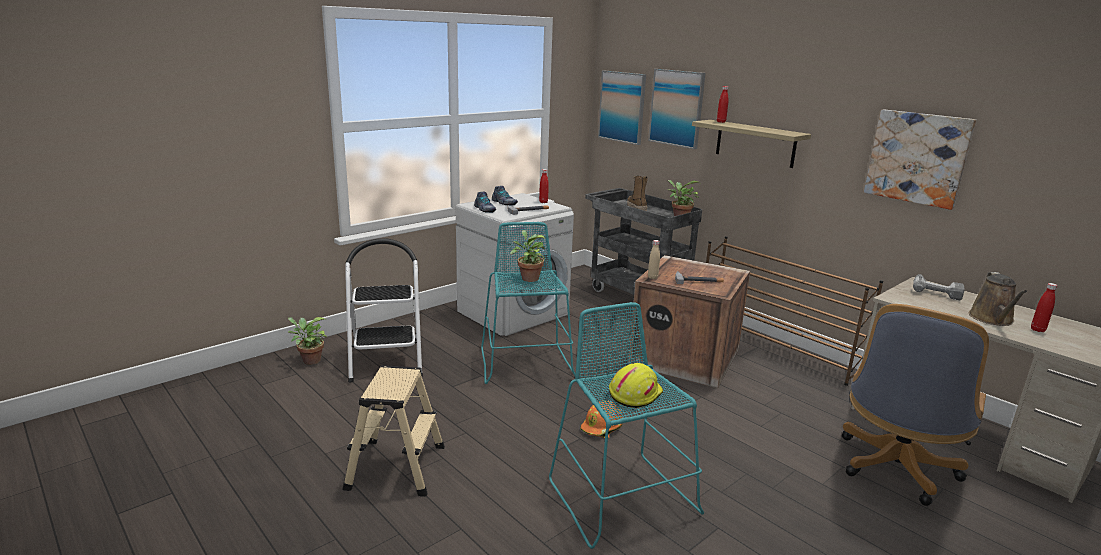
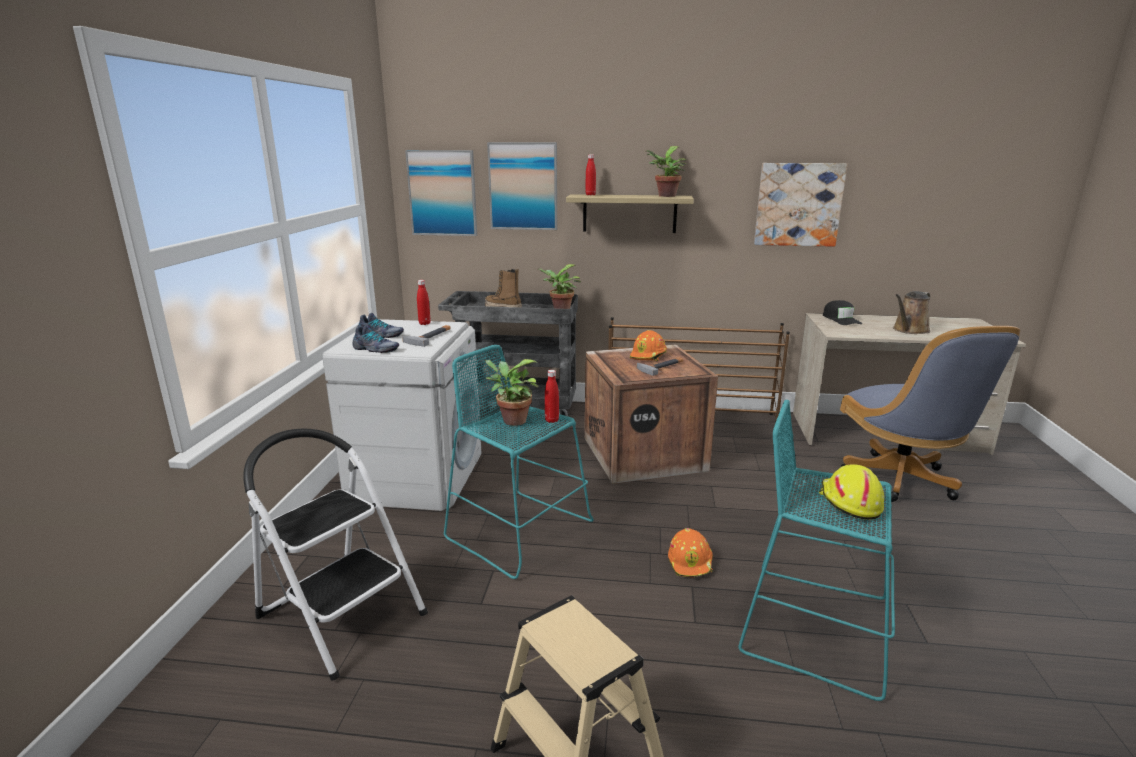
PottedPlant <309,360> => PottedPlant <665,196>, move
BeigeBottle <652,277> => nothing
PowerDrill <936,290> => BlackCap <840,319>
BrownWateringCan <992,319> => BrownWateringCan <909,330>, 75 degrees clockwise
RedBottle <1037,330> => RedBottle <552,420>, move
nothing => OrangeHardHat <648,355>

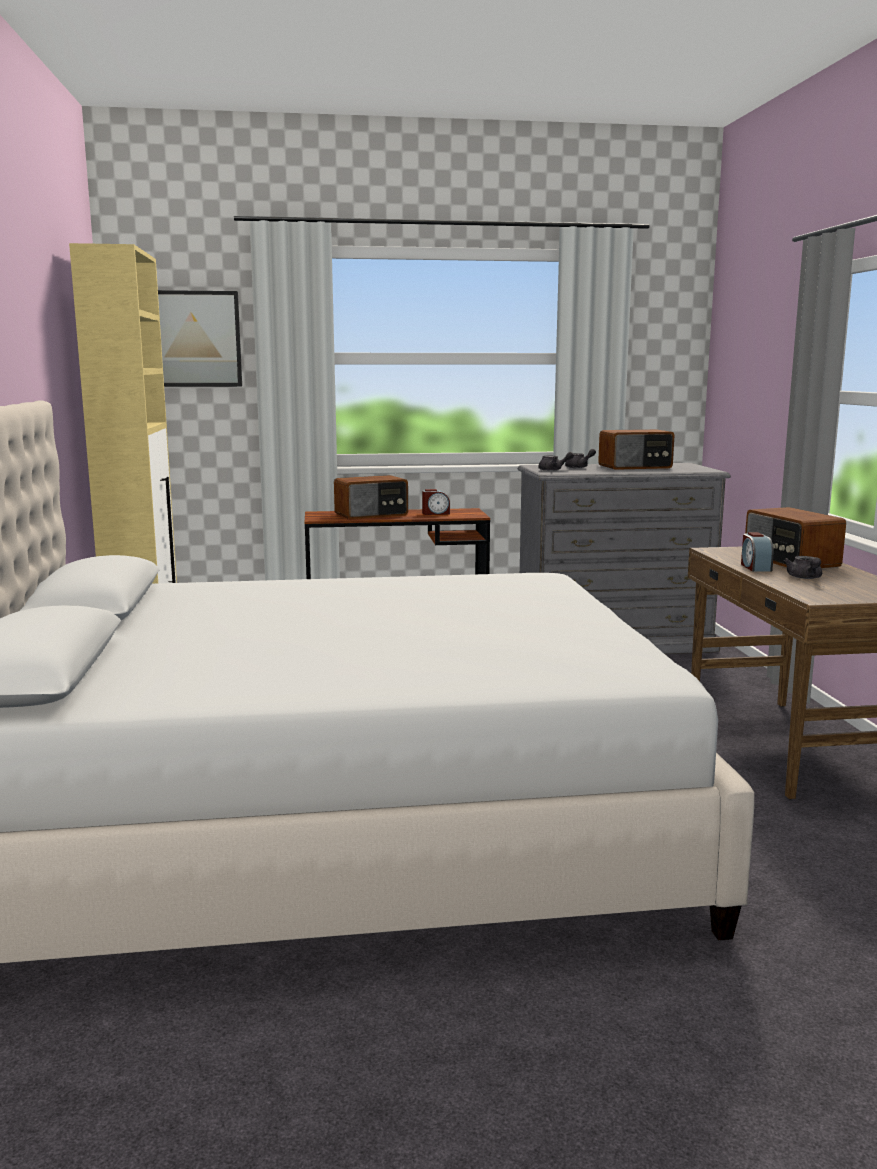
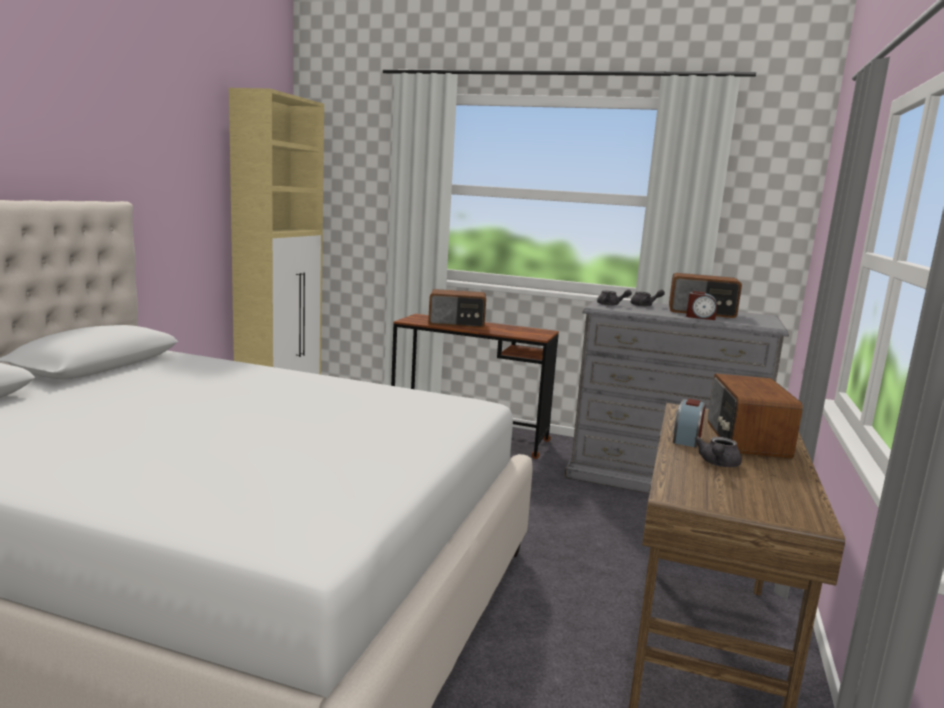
Picture <192,339> => nothing
AlarmClock <435,513> => AlarmClock <700,317>, move

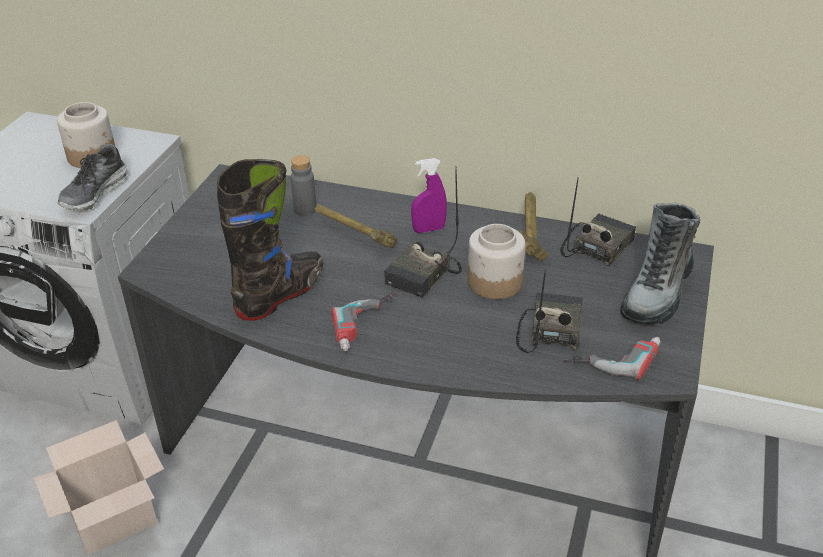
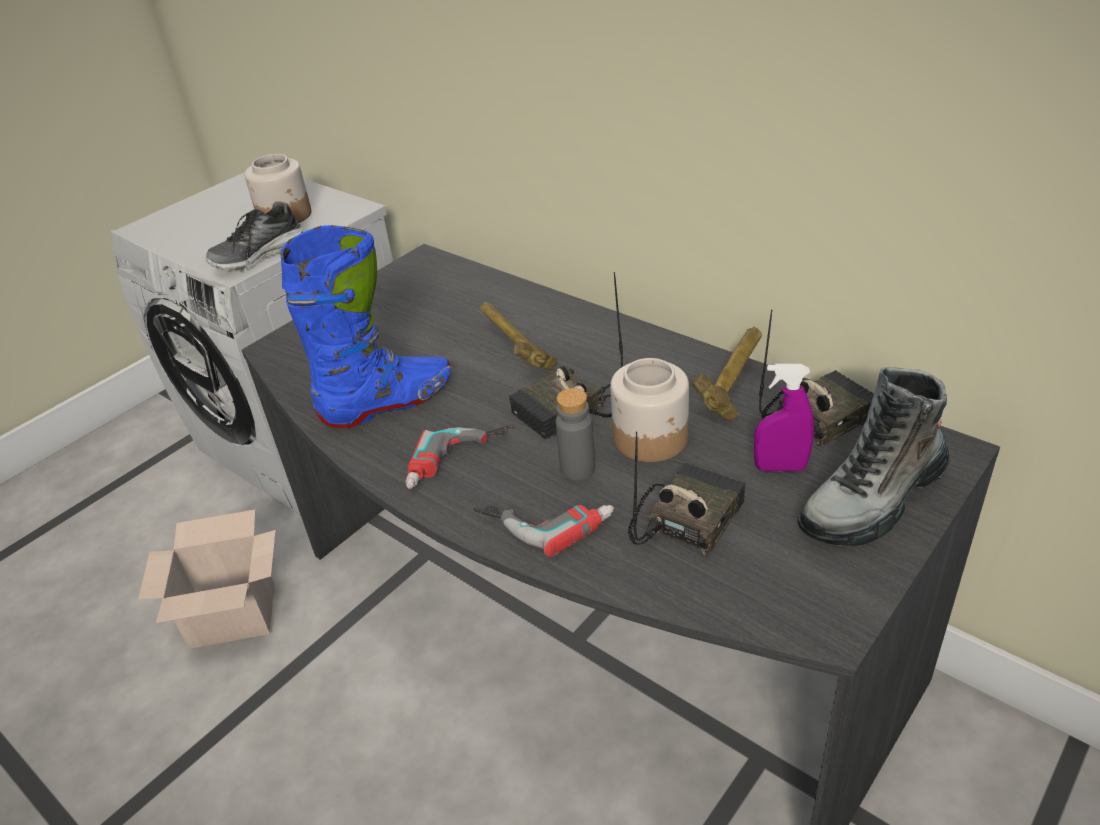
BlackBoot <281,294> => BlueBoot <388,403>
GreyBottle <305,210> => GreyBottle <577,468>, move
PurpleSprayBottle <428,229> => PurpleSprayBottle <780,467>, move
PowerDrill <613,356> => PowerDrill <545,517>, move

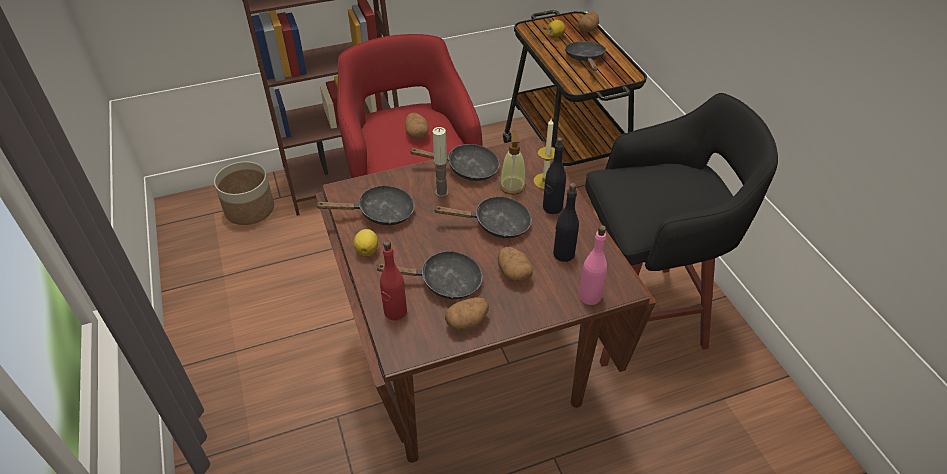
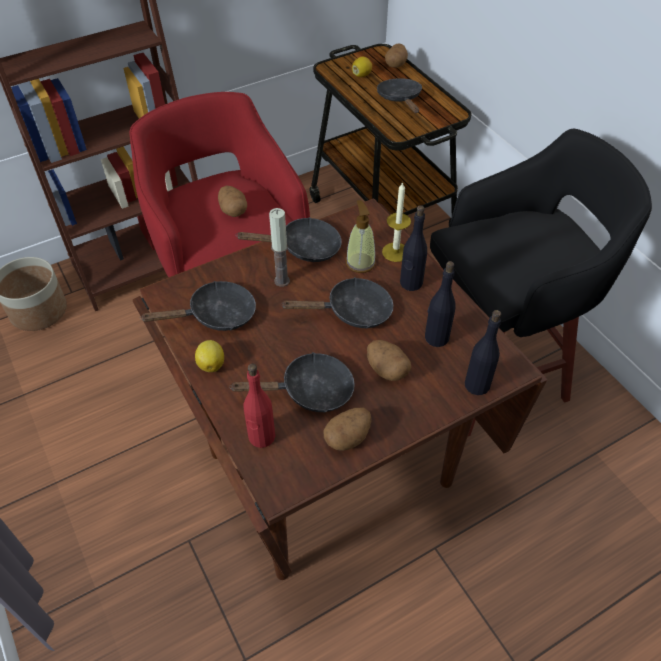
PinkBottle <590,296> => BlackBottle <477,384>

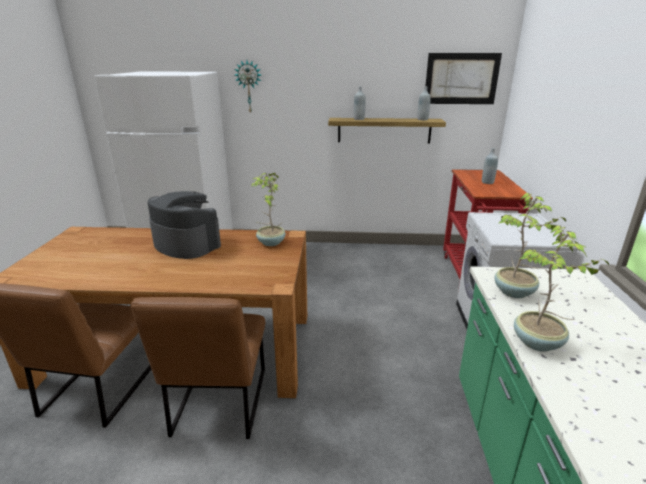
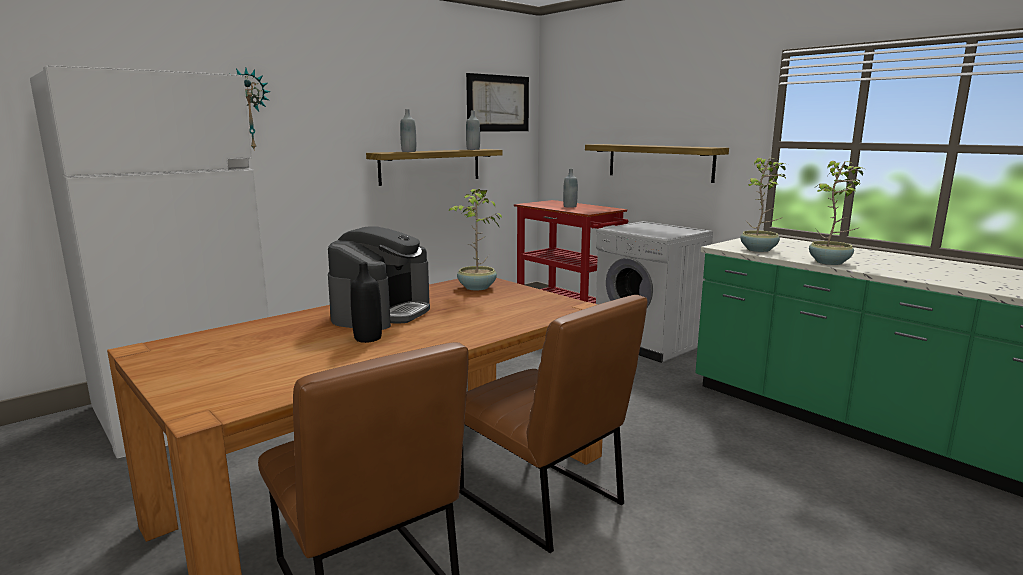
CoffeeMachine <186,244> => CoffeeMachine <382,312>, 120 degrees clockwise
nothing => BlackBottle <368,338>
nothing => Shelf <659,162>

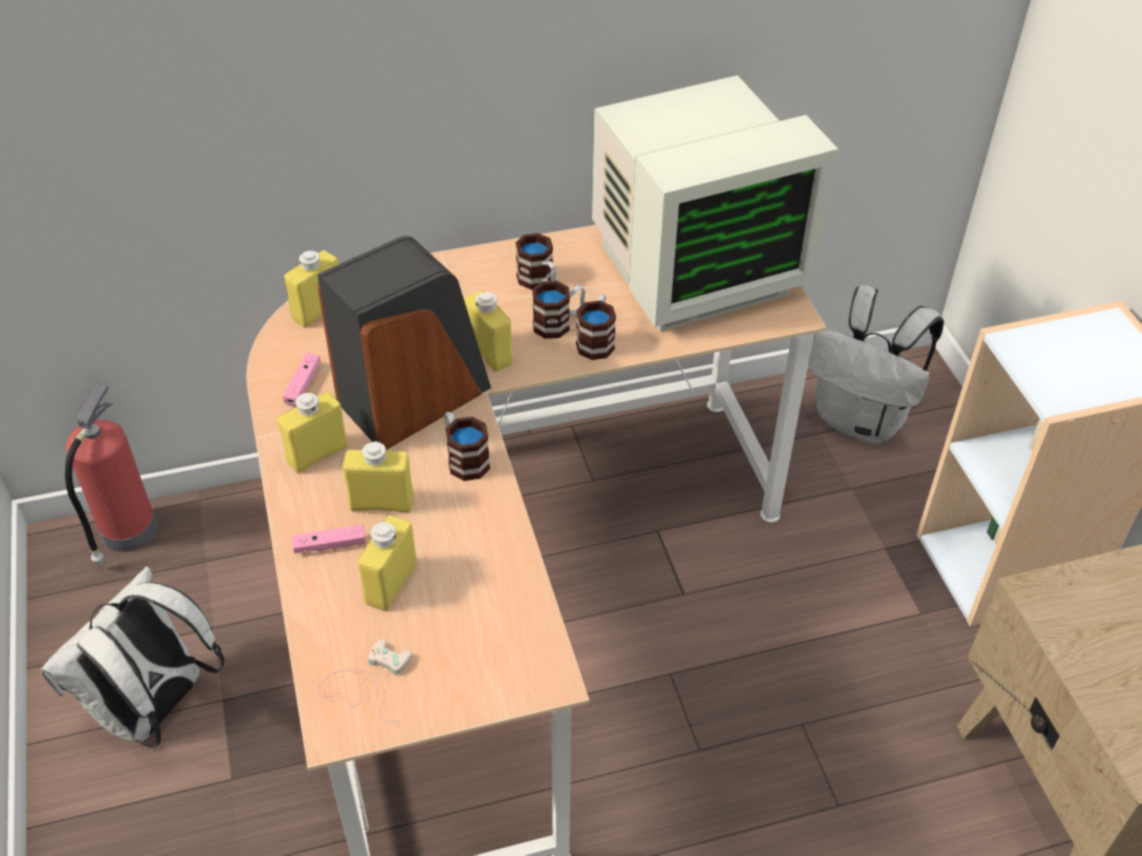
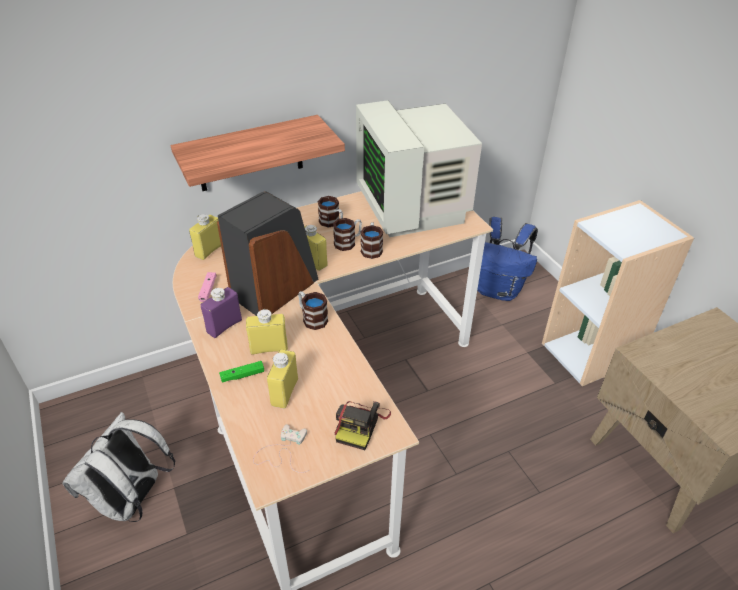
FireExtinguisher <127,532> => nothing
YellowBottle <317,454> => PurpleBottle <224,326>
PinkGameController <330,545> => GreenGameController <242,375>
Monitor <693,268> => Monitor <414,208>, 105 degrees clockwise
WhiteBackpack <861,421> => BlueBackpack <498,290>
nothing => Shelf <250,154>
nothing => PhotoCamera <361,424>

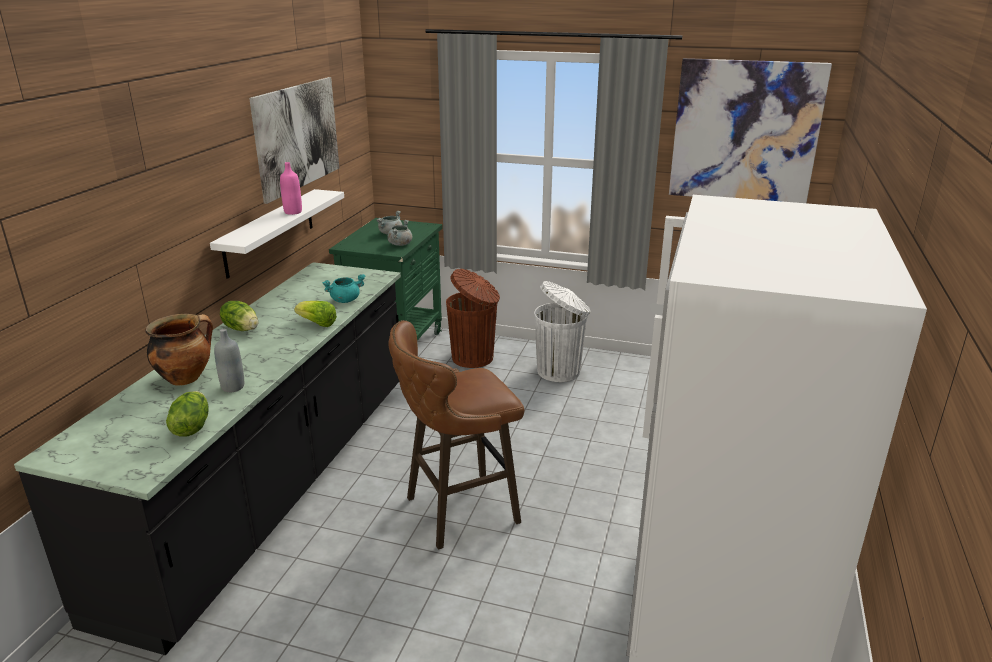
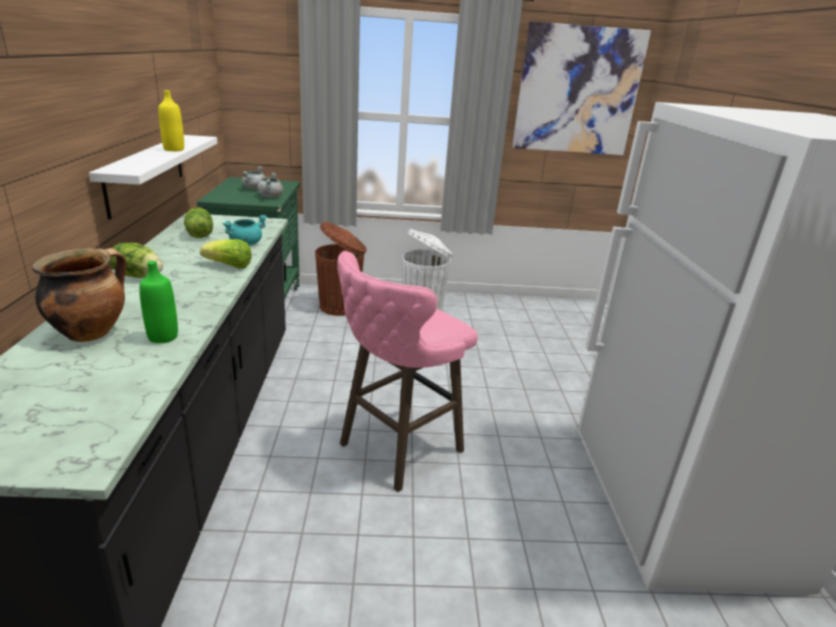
Lettuce <191,427> => Lettuce <199,235>, move
GreyBottle <233,387> => GreenBottle <163,337>
Picture <297,136> => nothing
PinkBottle <293,212> => YellowBottle <174,149>
BrownStool <457,511> => PinkStool <397,450>

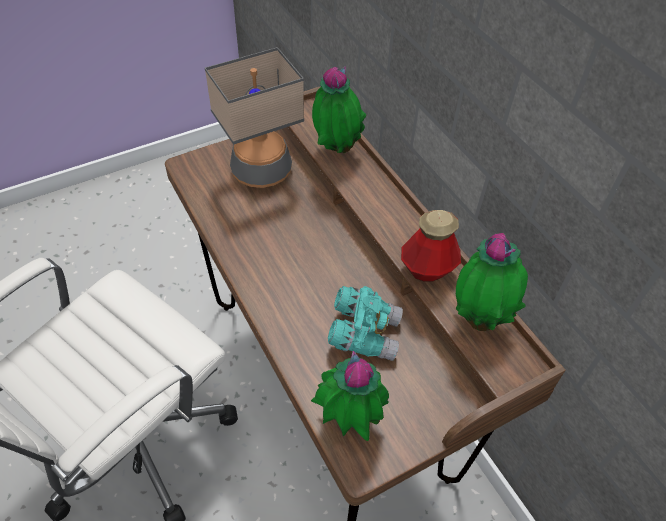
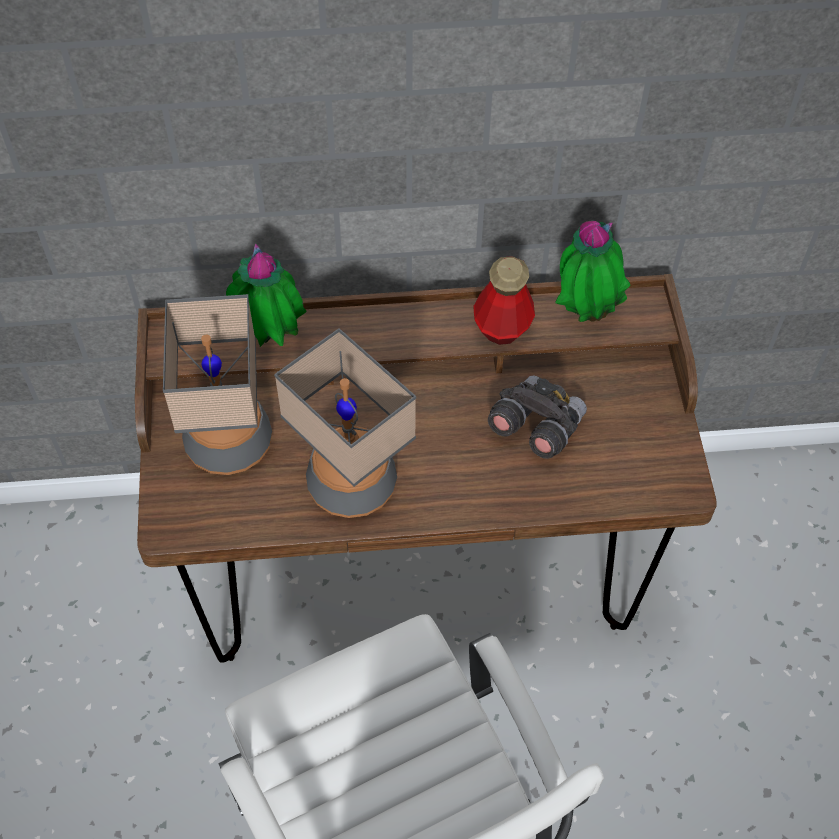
PottedPlant <348,423> => nothing
TurquoiseBinoculars <364,333> => GreyBinoculars <535,427>
nothing => TableLamp <352,483>

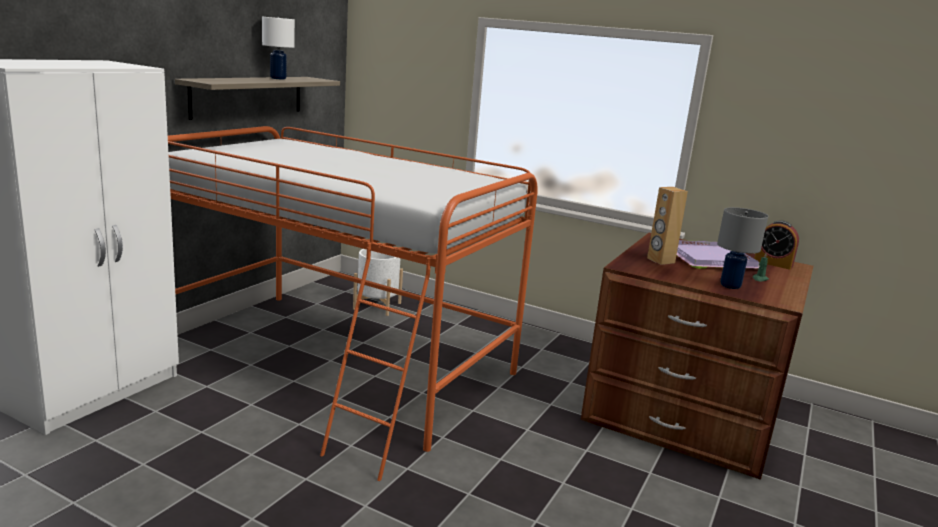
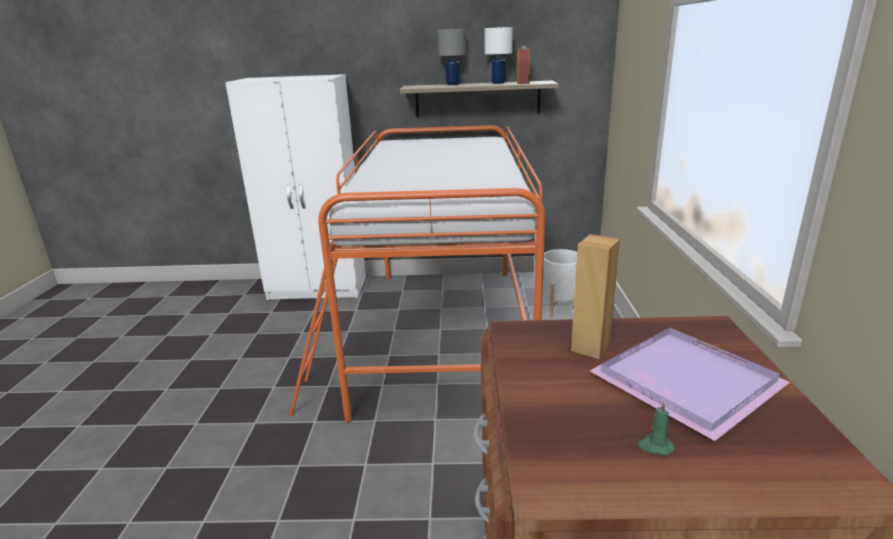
GreyTableLamp <730,285> => GreyTableLamp <453,84>, move
AlarmClock <773,263> => AlarmClock <523,83>, move

